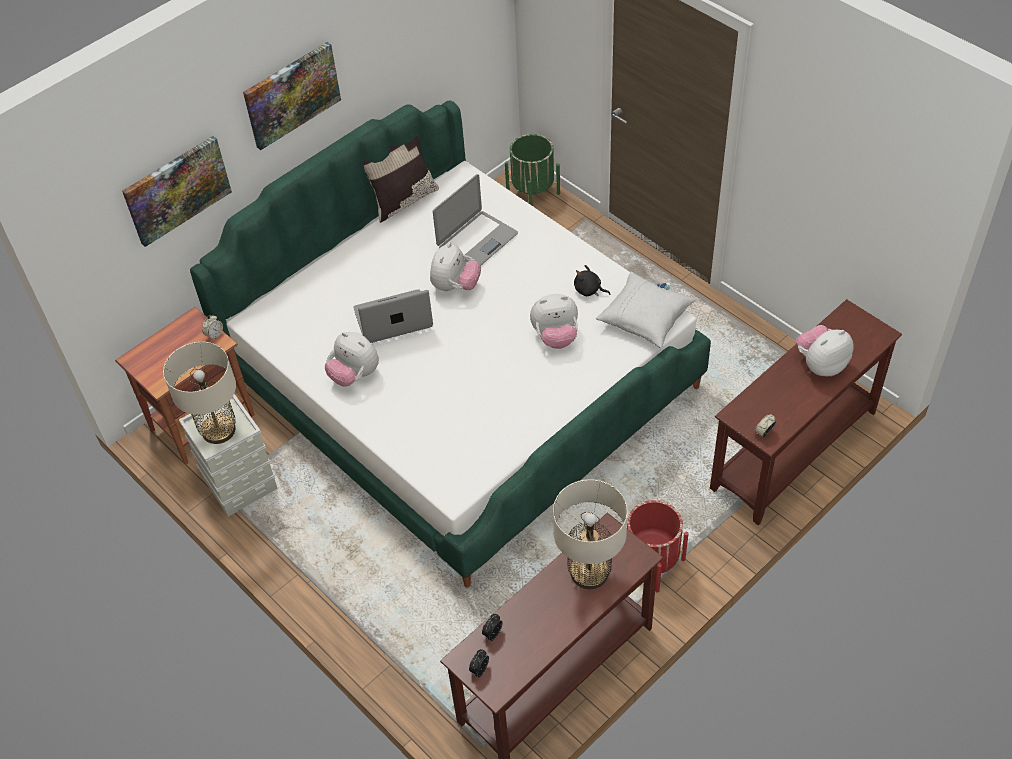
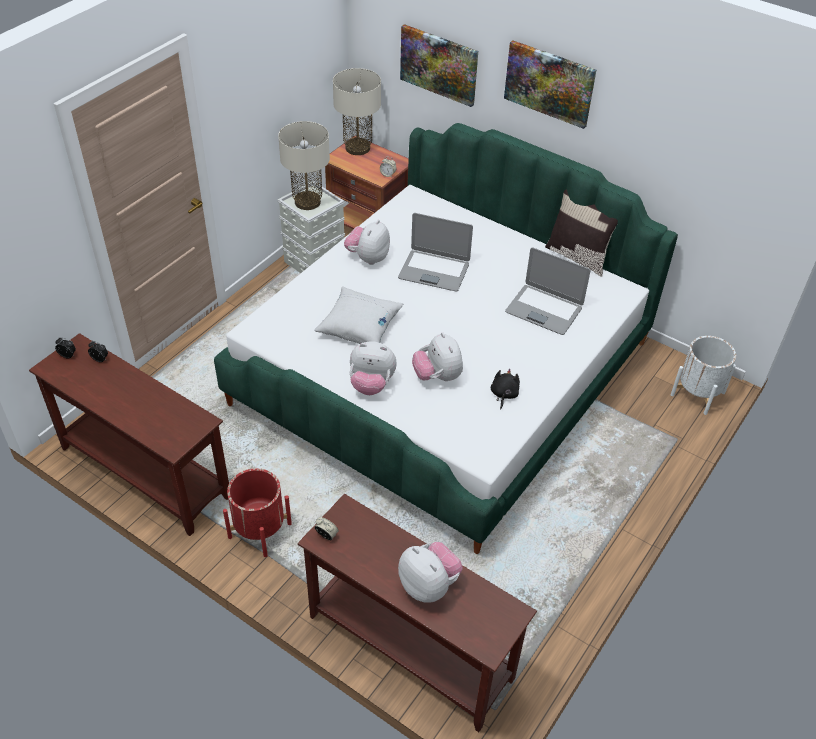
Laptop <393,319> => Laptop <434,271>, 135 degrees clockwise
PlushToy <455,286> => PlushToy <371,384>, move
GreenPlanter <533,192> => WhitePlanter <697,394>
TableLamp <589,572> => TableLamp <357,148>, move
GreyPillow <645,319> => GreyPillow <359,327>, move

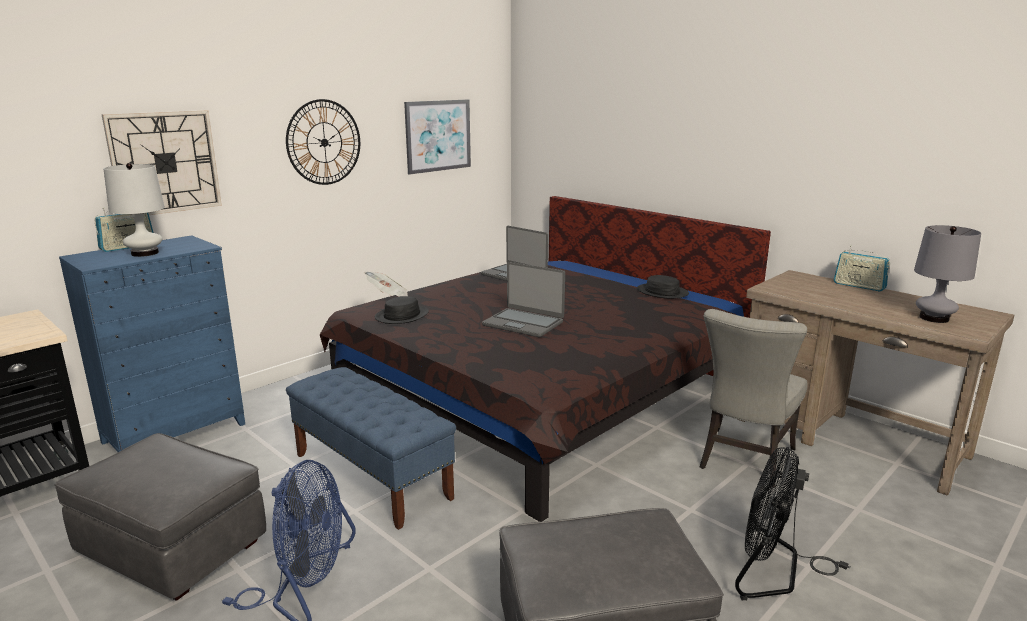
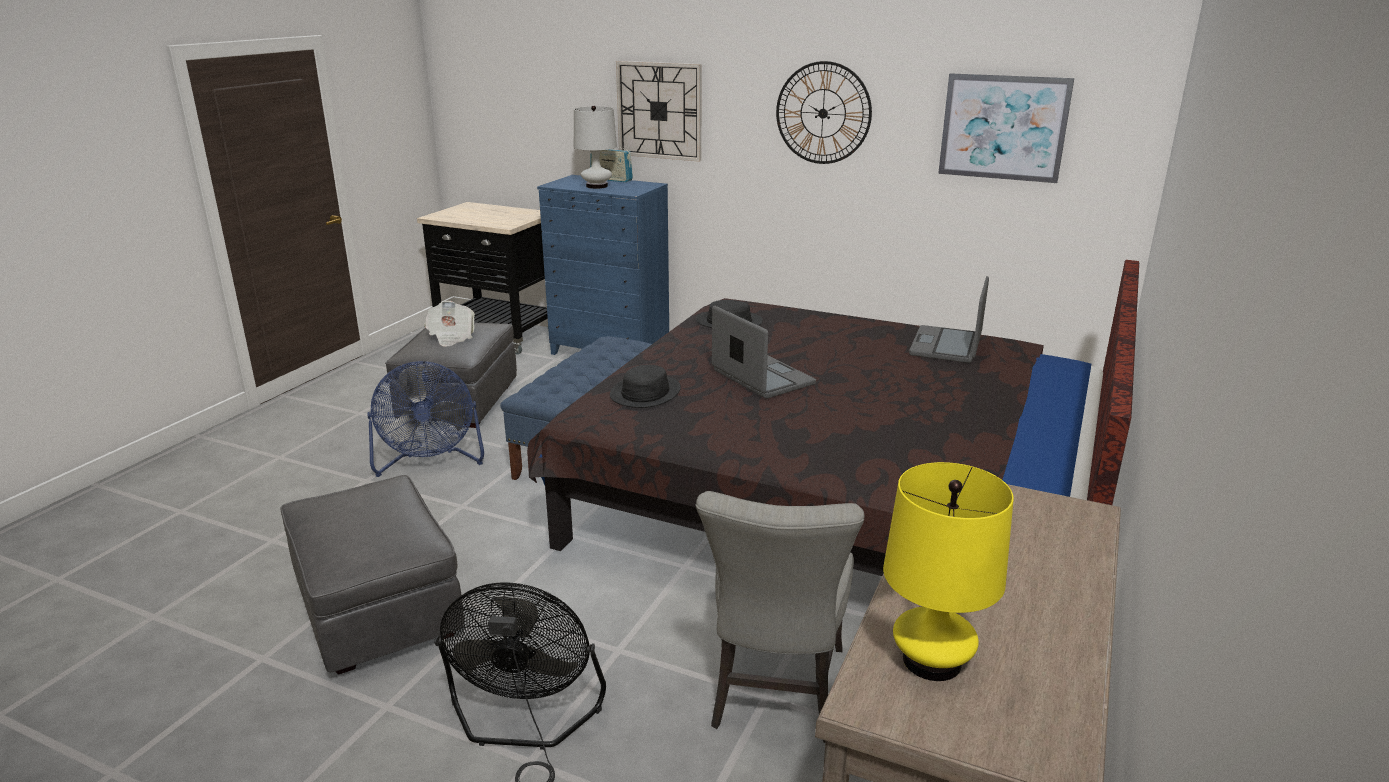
Newspaper <388,296> => Newspaper <451,337>, move
Laptop <523,323> => Laptop <762,378>, 135 degrees clockwise
BlackHat <662,292> => BlackHat <645,393>, move
GreyChair <744,460> => GreyChair <775,693>, 90 degrees counterclockwise
Radio <859,286> => nothing
GreyTableLamp <934,318> => YellowTableLamp <931,661>

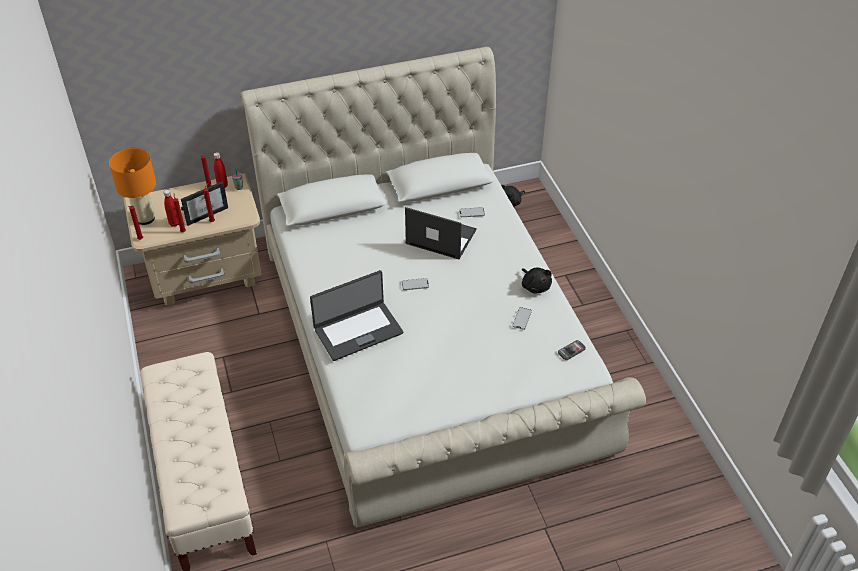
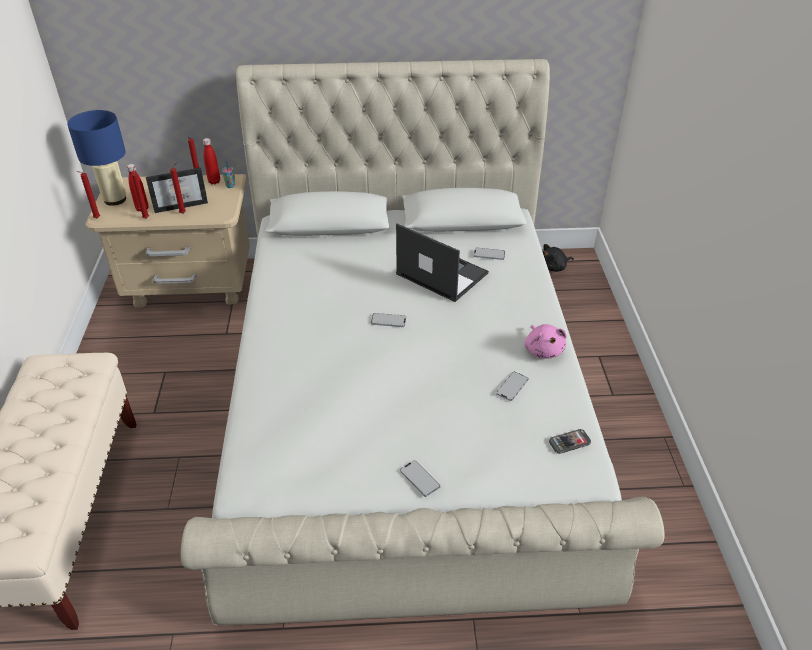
OrangeTableLamp <144,218> => BlueTableLamp <114,199>
Laptop <358,330> => nothing
BlackPlushToy <535,286> => PinkPlushToy <543,350>
nothing => Phone <419,479>

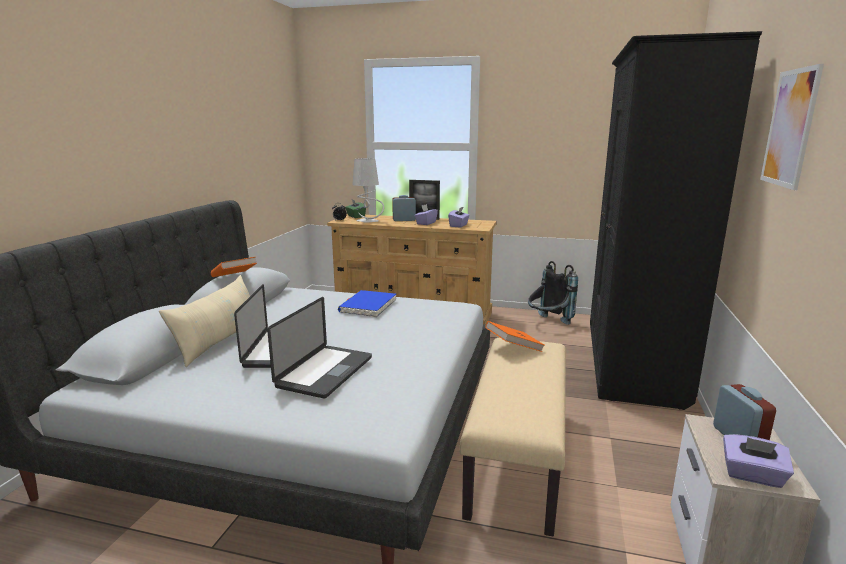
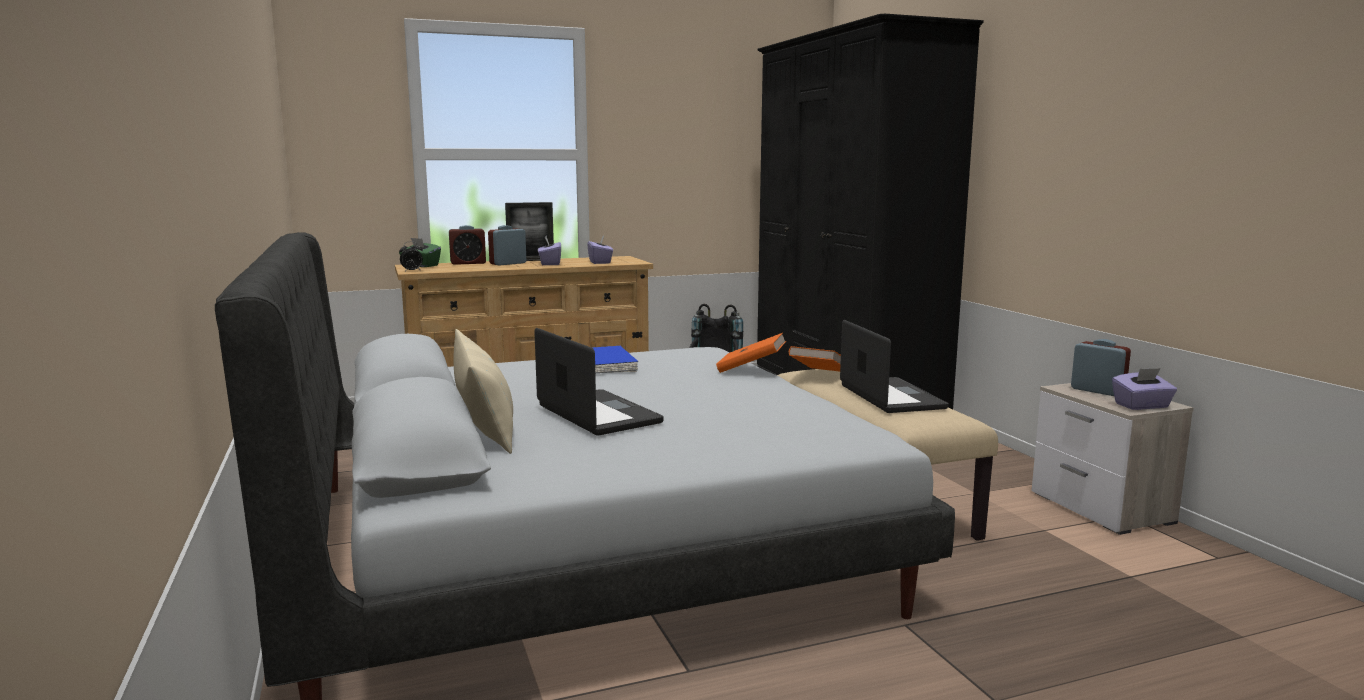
OrangeBook <234,278> => OrangeBook <751,369>, move
Laptop <325,372> => Laptop <891,397>, move
GreyTableLamp <368,221> => nothing
Picture <790,128> => nothing
nothing => AlarmClock <468,263>

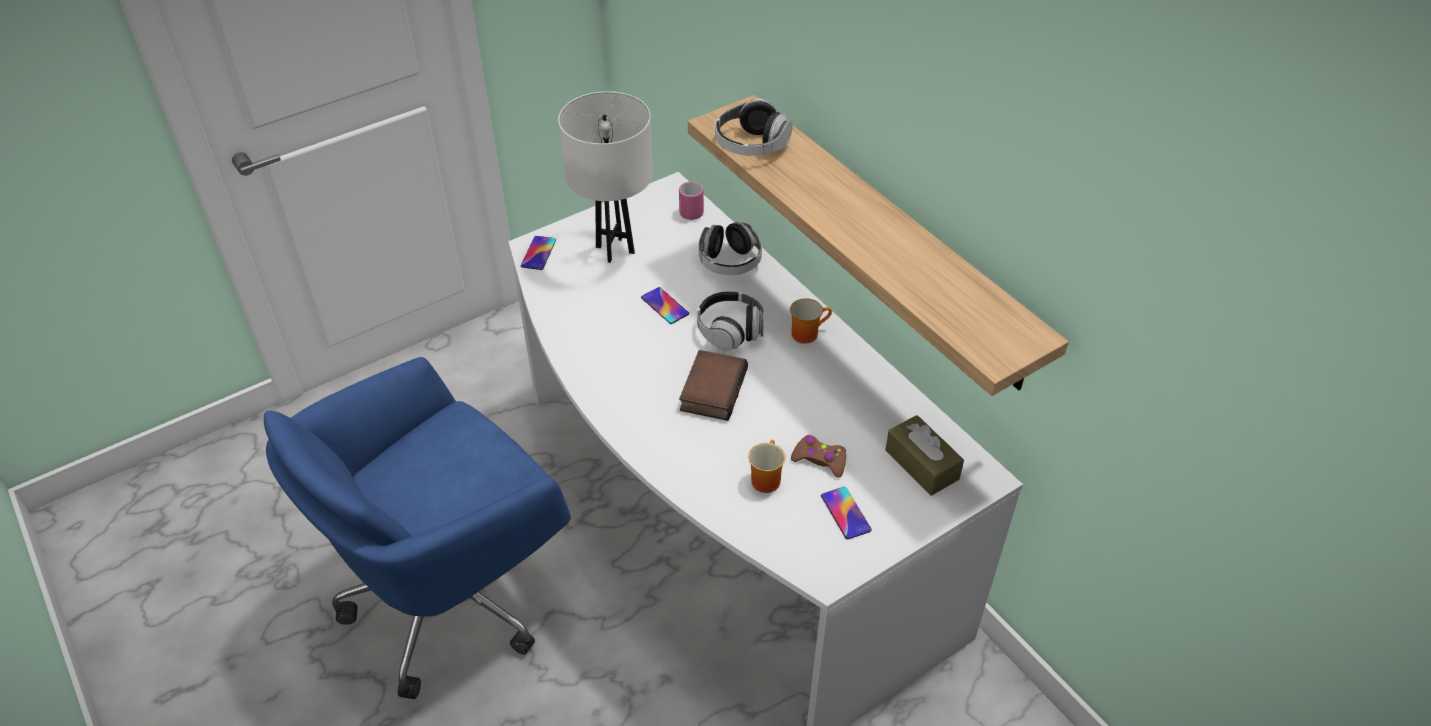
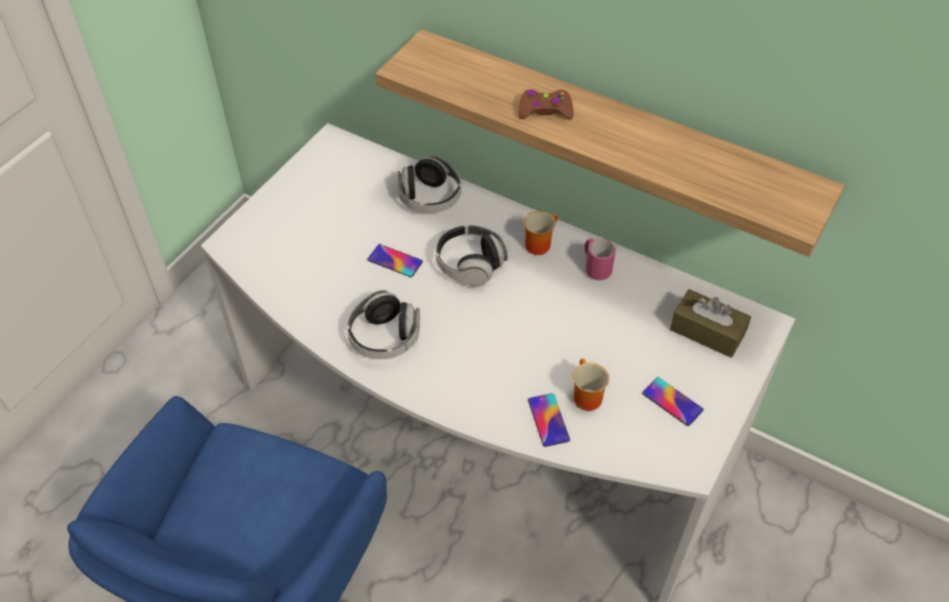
Phone <538,253> => Phone <548,420>, move
WhiteTableLamp <614,250> => nothing
PinkMug <691,210> => PinkMug <595,268>, move
Book <711,389> => nothing
Headphones <751,145> => Headphones <384,337>, move
BrownGameController <820,460> => BrownGameController <545,111>, move

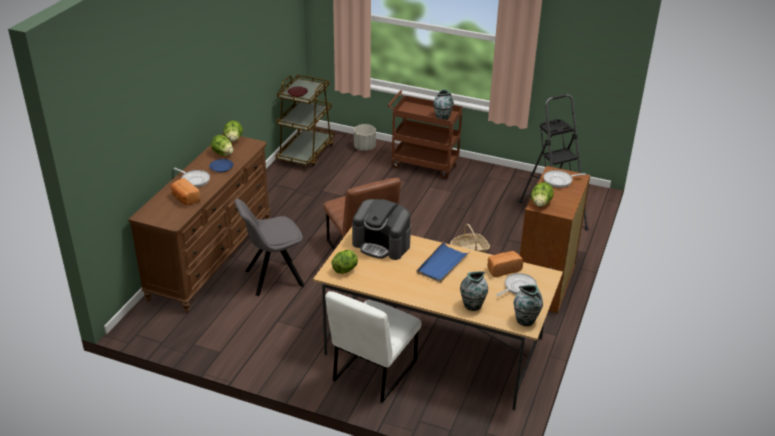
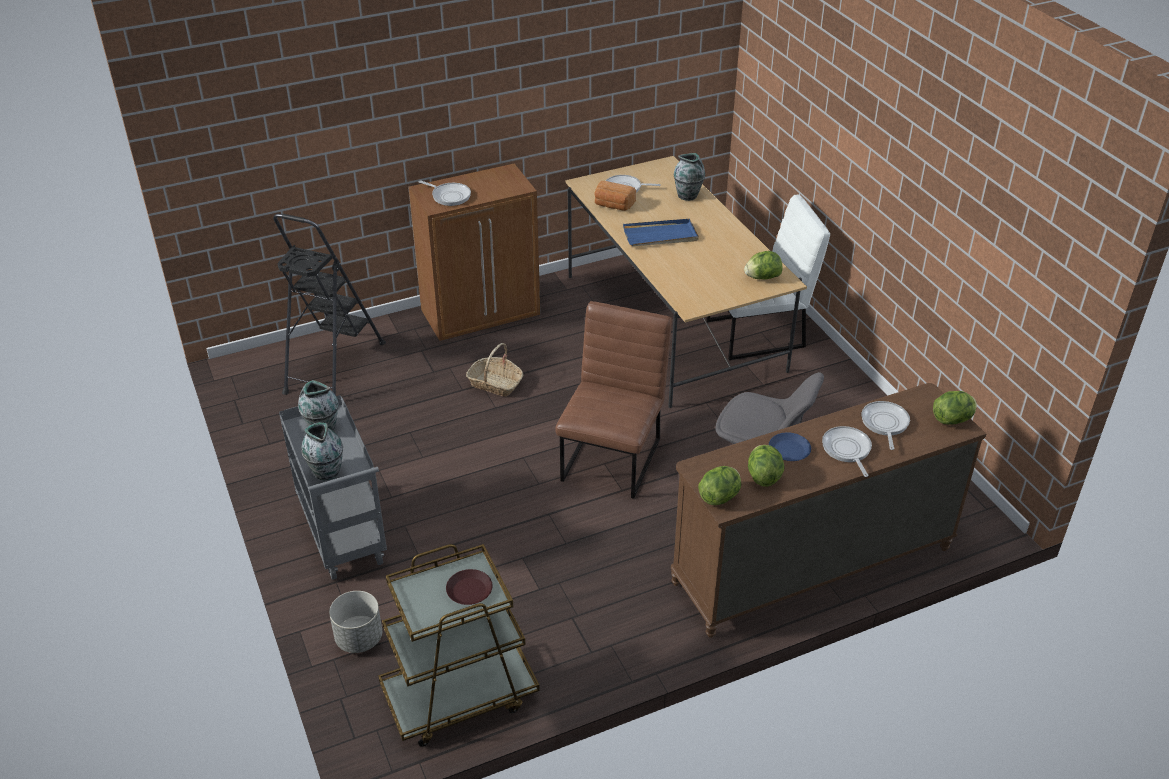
Bread <185,199> => FryingPan <884,424>
CoffeeMachine <382,244> => nothing
BrownCart <422,166> => GreyCart <343,537>
Vase <526,320> => Vase <326,471>, move
Lettuce <540,203> => Lettuce <952,419>, move

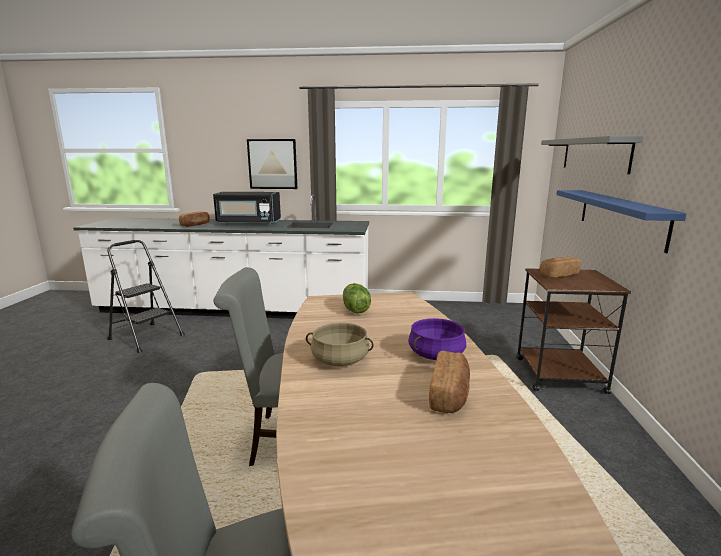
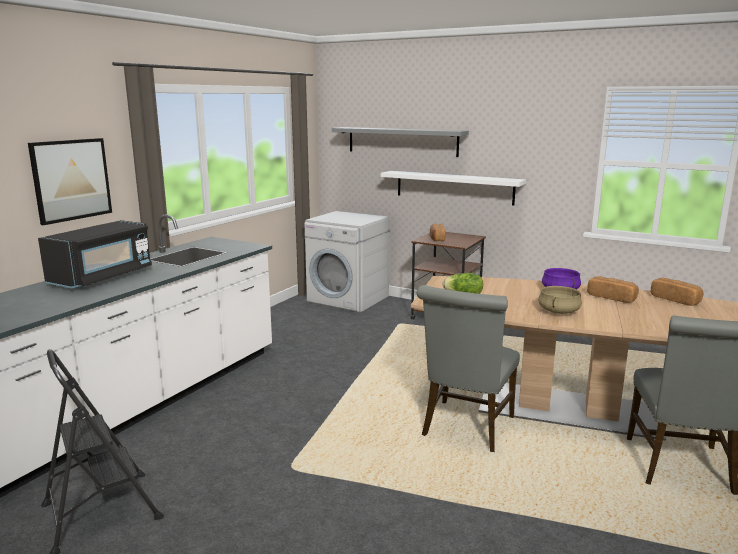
Bread <195,224> => Bread <675,299>, move
BlueShelf <620,216> => WhiteShelf <454,187>
nothing => WhiteWashingMachine <347,299>

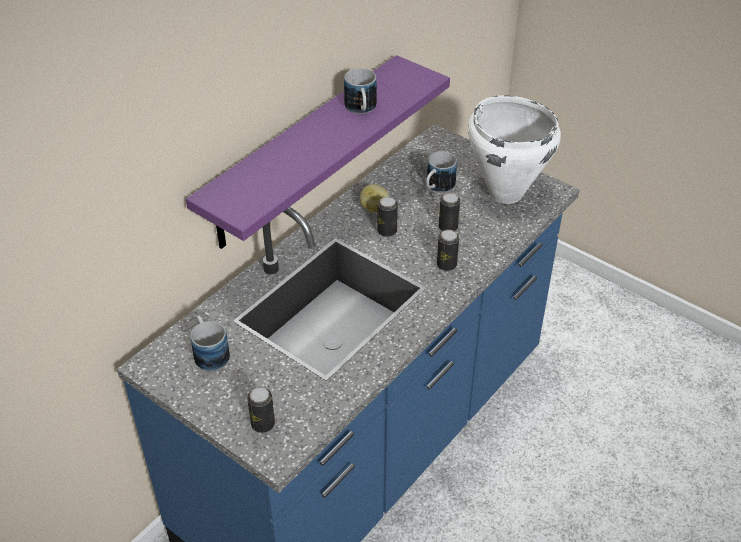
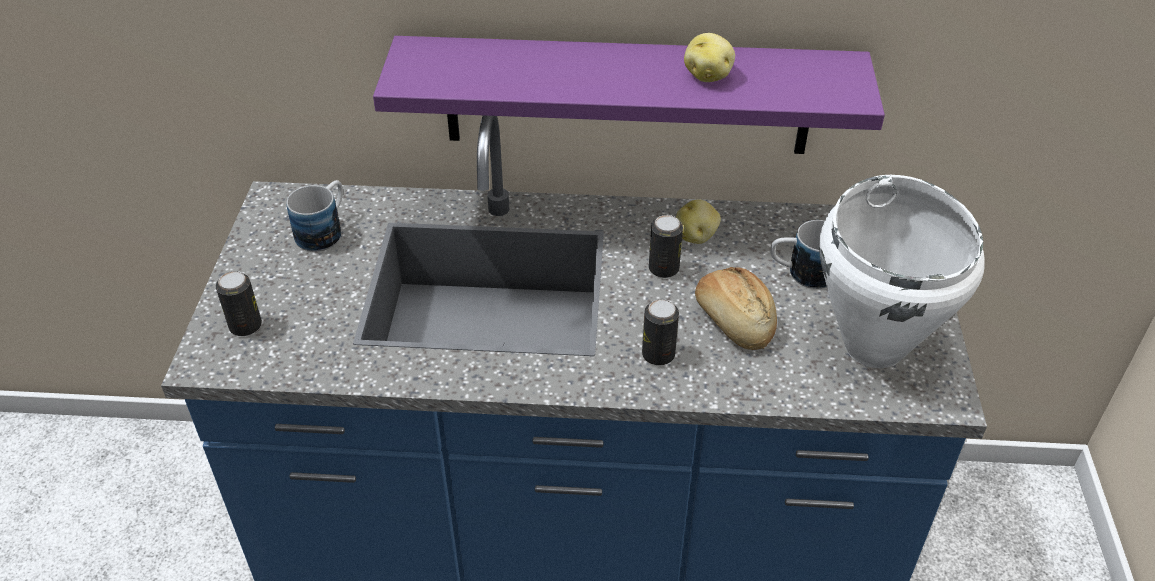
Mug <361,109> => Potato <708,75>
Can <448,227> => Bread <734,321>

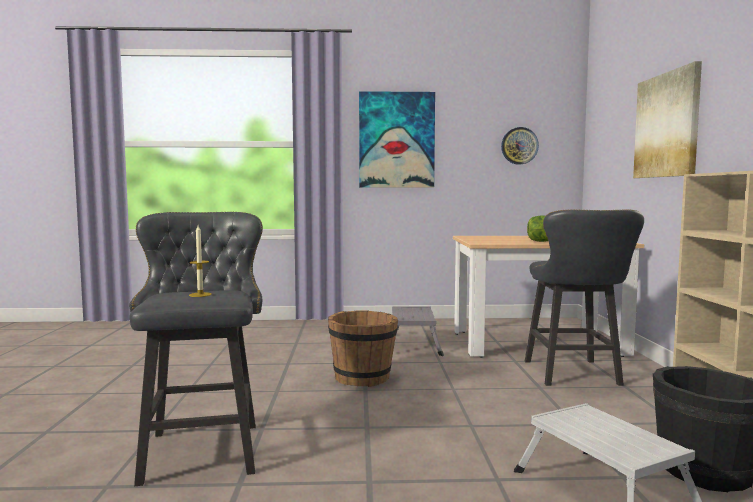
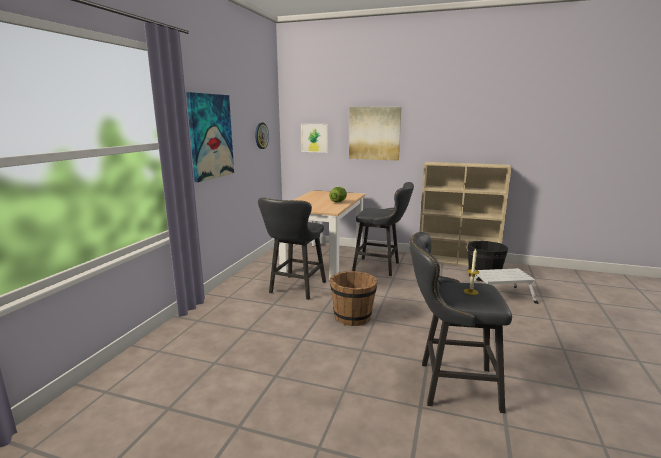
GreyStepLadder <412,344> => GreyStool <295,290>
nothing => Picture <314,138>

